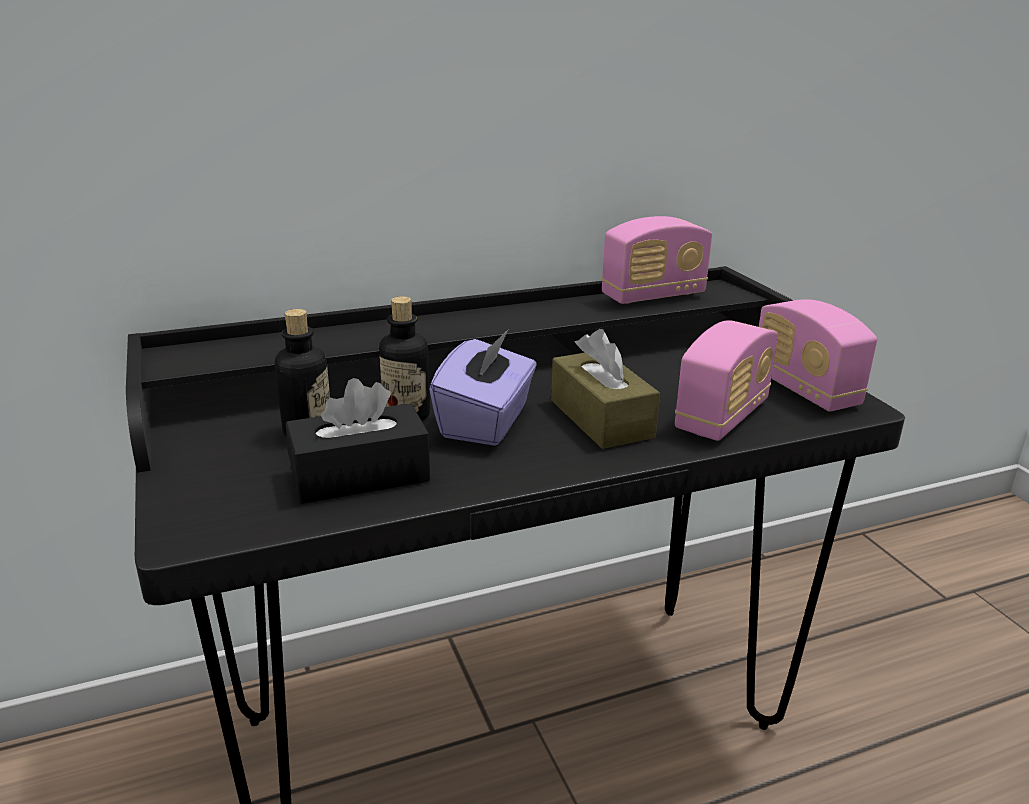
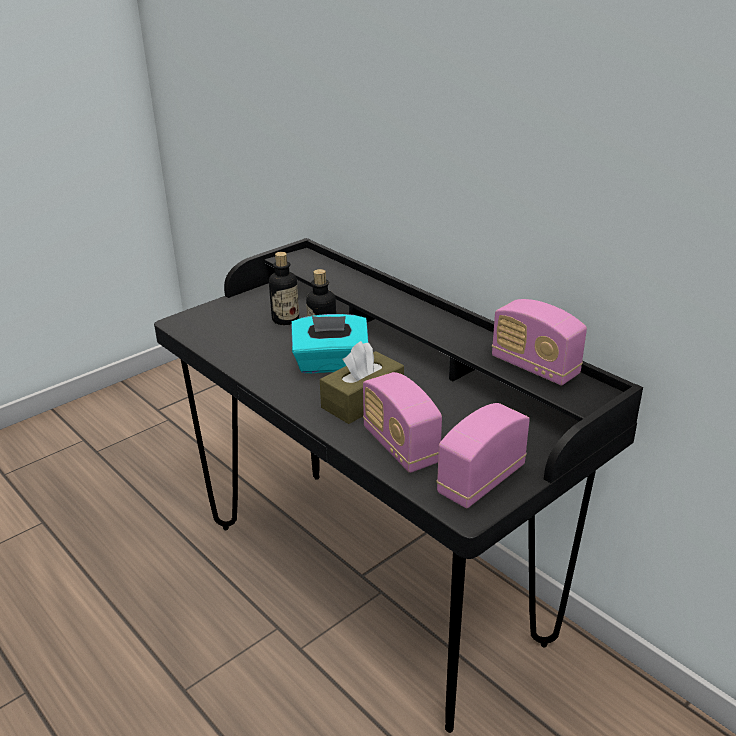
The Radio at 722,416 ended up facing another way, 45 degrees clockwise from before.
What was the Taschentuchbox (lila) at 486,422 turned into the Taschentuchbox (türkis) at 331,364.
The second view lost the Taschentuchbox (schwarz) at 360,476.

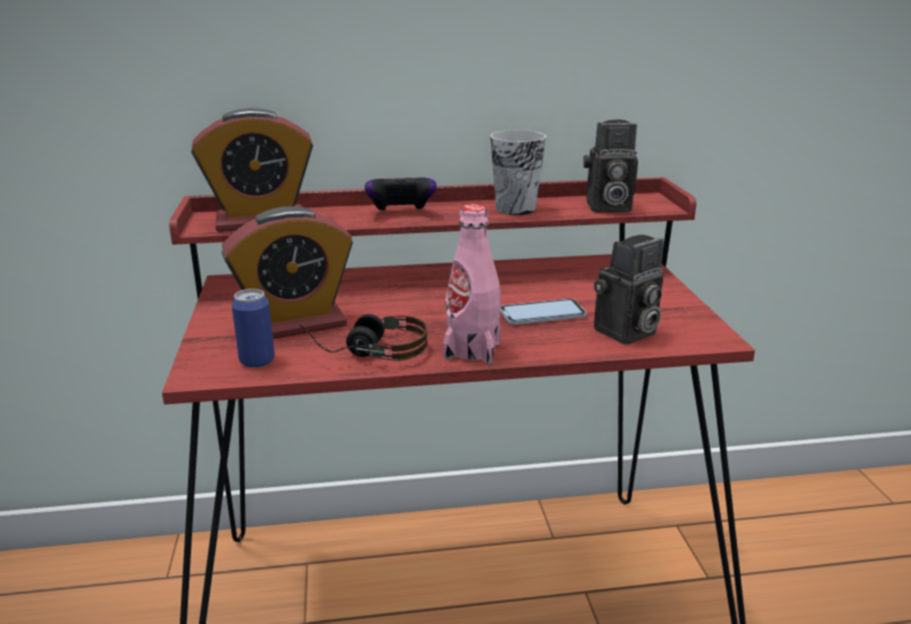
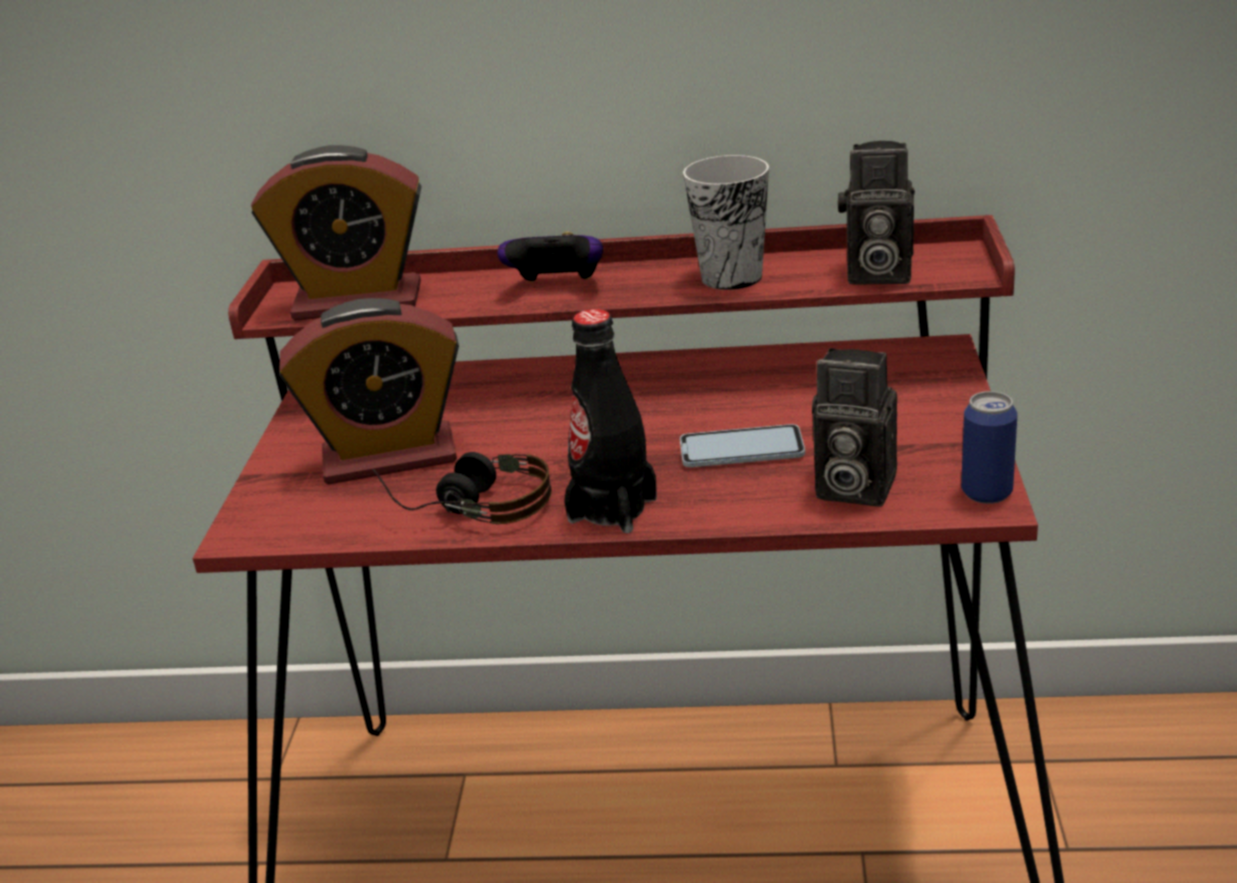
What was the Flasche (rosa) at 472,350 turned into the Flasche (schwarz) at 612,509.
The Kamera at 625,333 ended up facing another way, 45 degrees clockwise from before.
The Dose ended up elsewhere, having gone from 257,361 to 986,493.

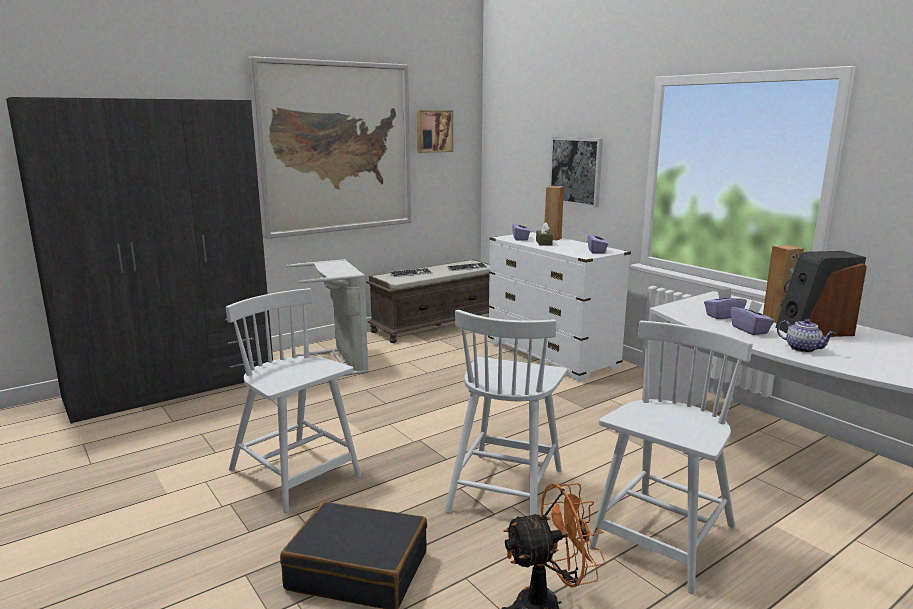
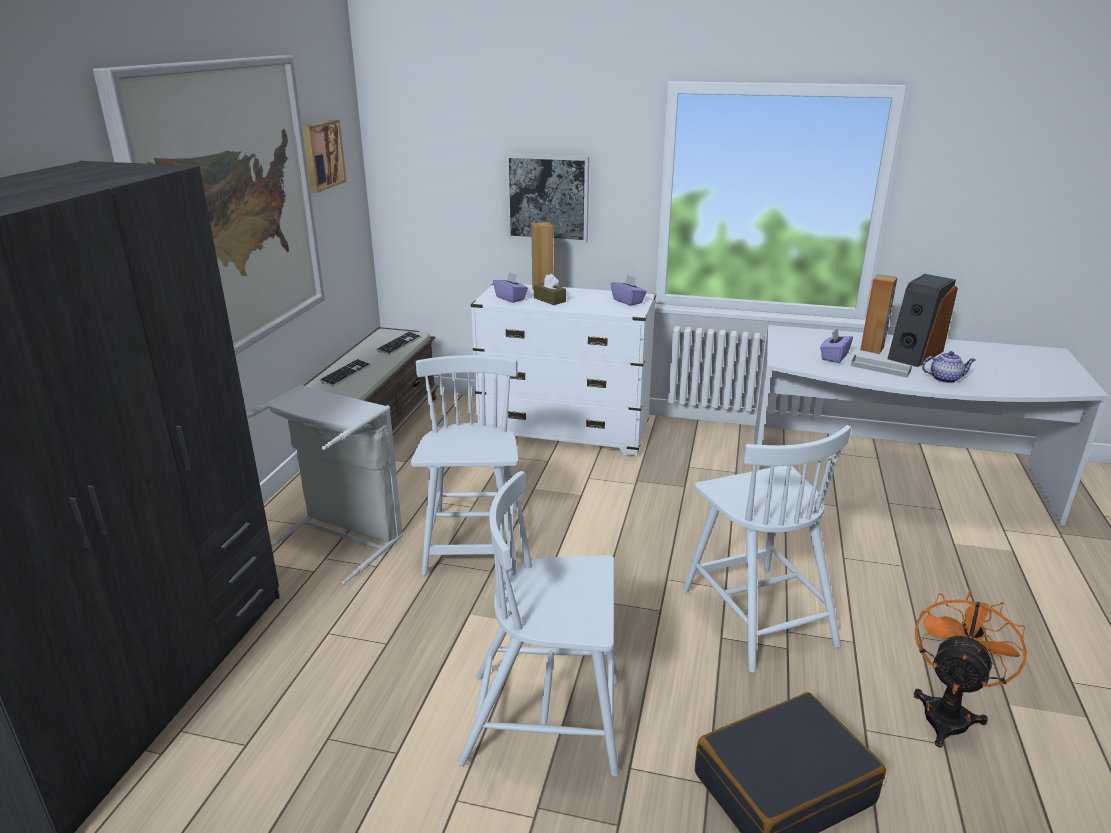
Where the Taschentuchbox (lila) stood at 750,330, the Tablett (grau) came to stand at 880,368.
The Stuhl (weiß) ended up elsewhere, having gone from 663,539 to 474,542.

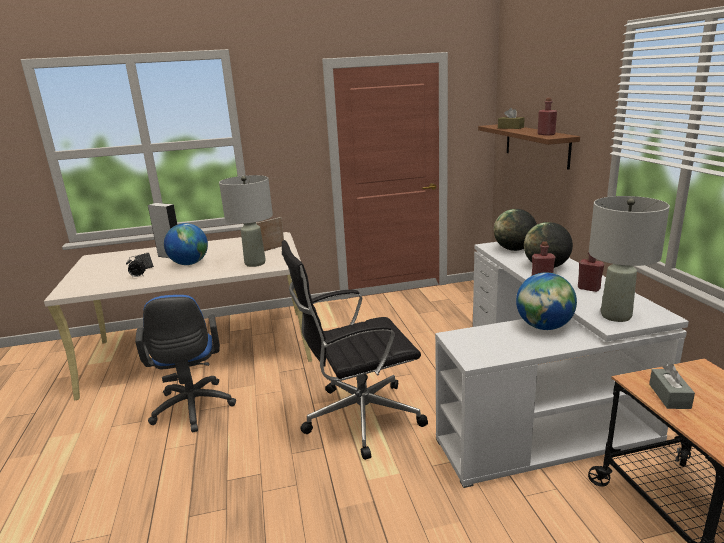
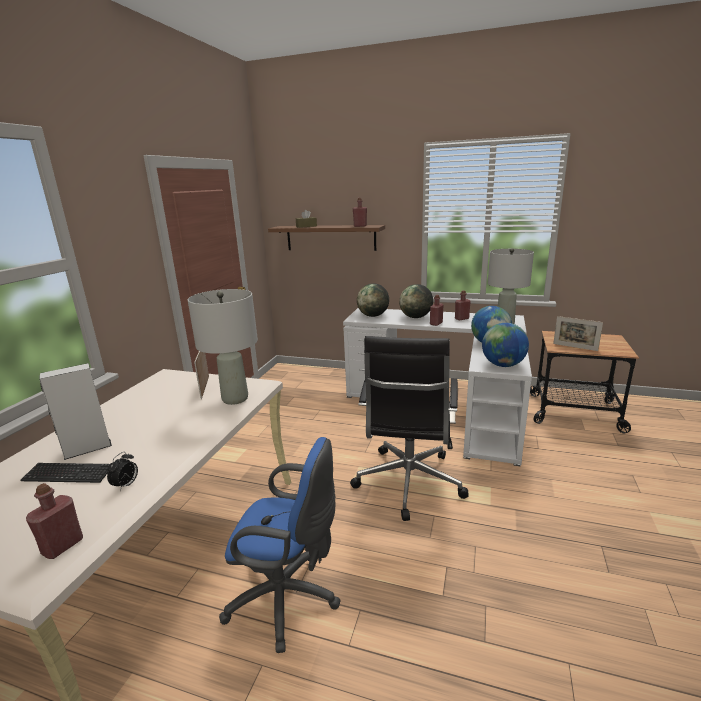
The Globus ended up elsewhere, having gone from 189,264 to 503,365.
Where the Taschentuchbox (grau) stood at 669,396, the Bilderrahmen came to stand at 575,347.
The second view gained the Flasche (rot) at 63,546.

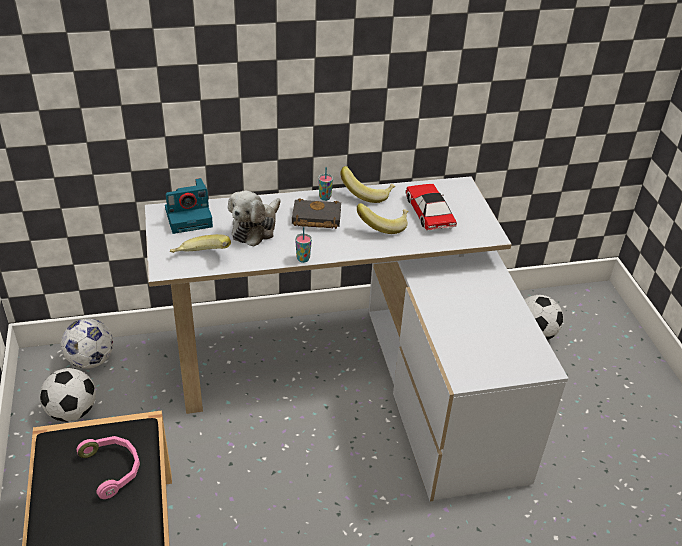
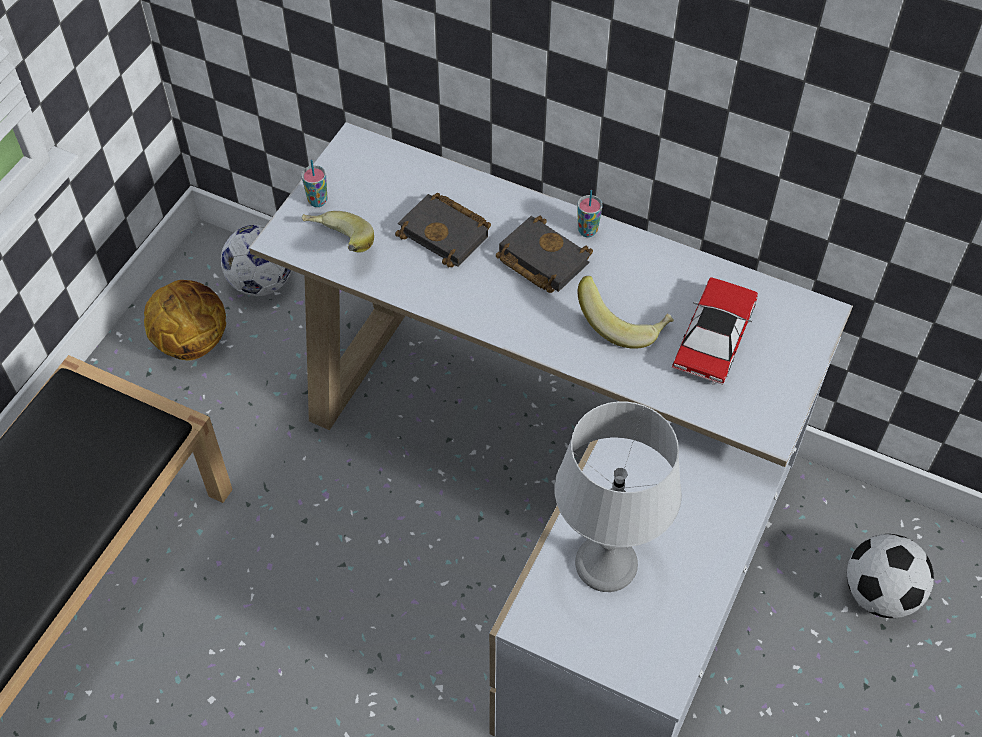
The second view lost the Banane at 367,194.
The second view lost the Kamera at 189,217.
Where the Plüschtier stood at 255,228, the Buch (schwarz) came to stand at 447,234.
The Tasse ended up elsewhere, having gone from 303,259 to 317,201.
Where the Fußball stood at 72,412, the Basketball came to stand at 192,341.
The second view lost the Kopfhörer (rosa) at 113,468.
The second view gained the Tischlampe (grau) at 605,565.

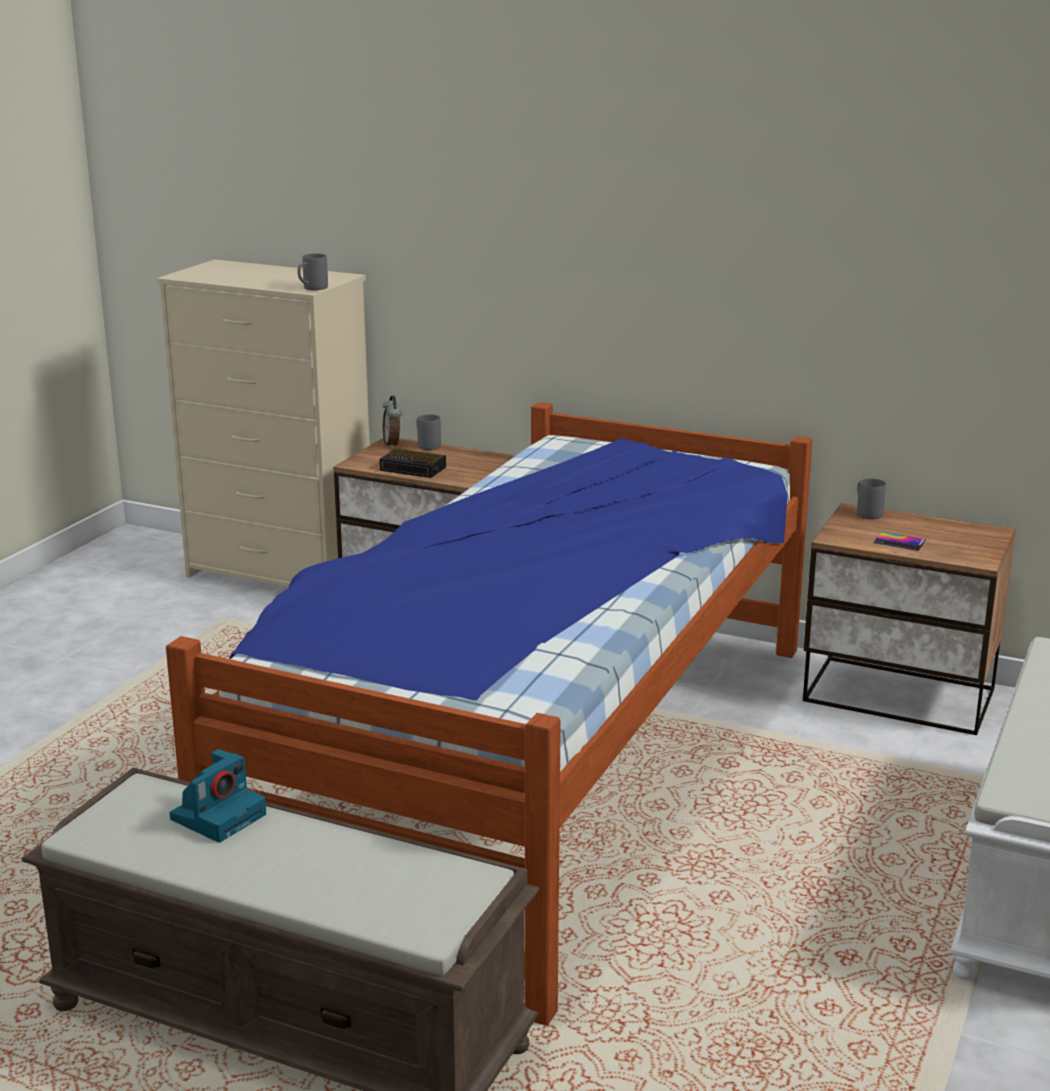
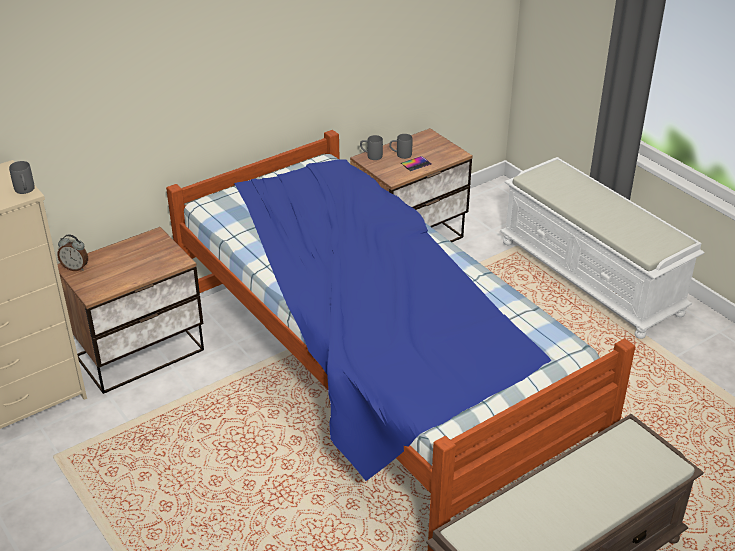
The Henkelbecher (grau) ended up elsewhere, having gone from 426,445 to 400,155.
The second view lost the Wecker at 414,469.
The second view lost the Kamera at 219,815.

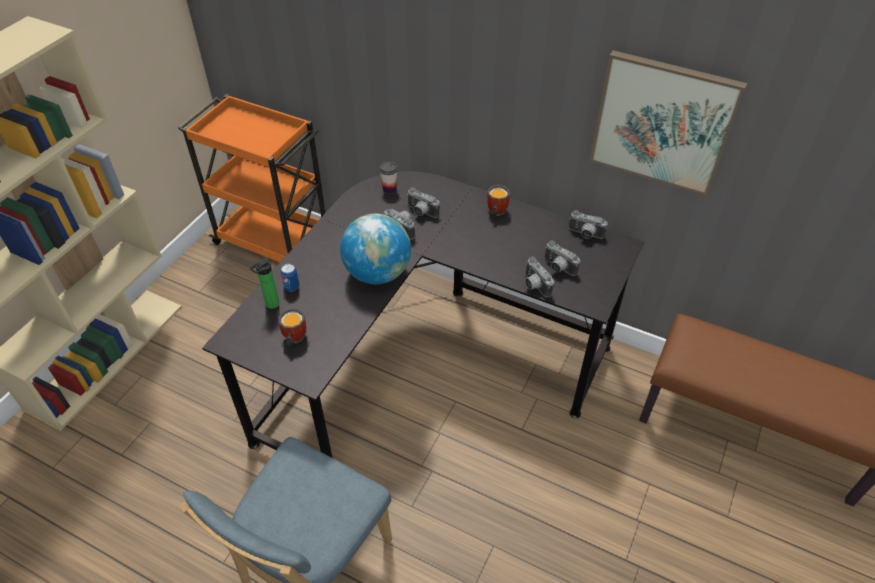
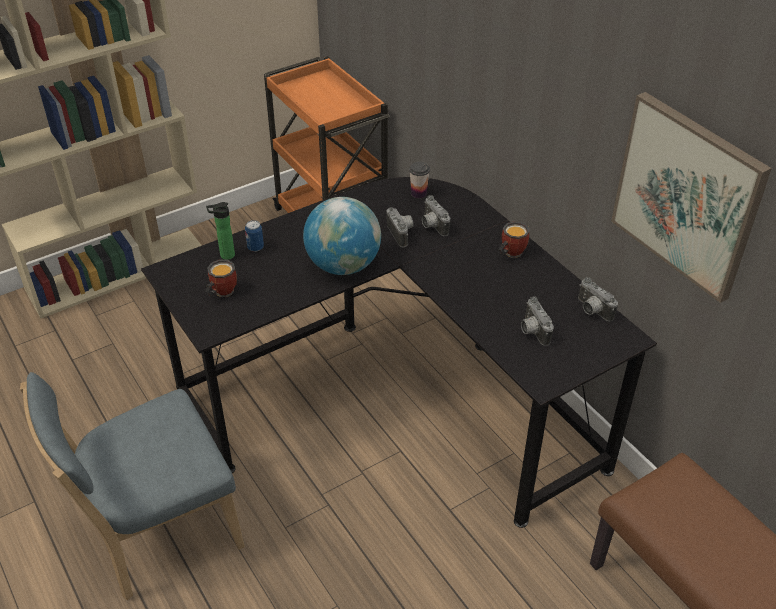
The second view lost the Kamera at 534,286.

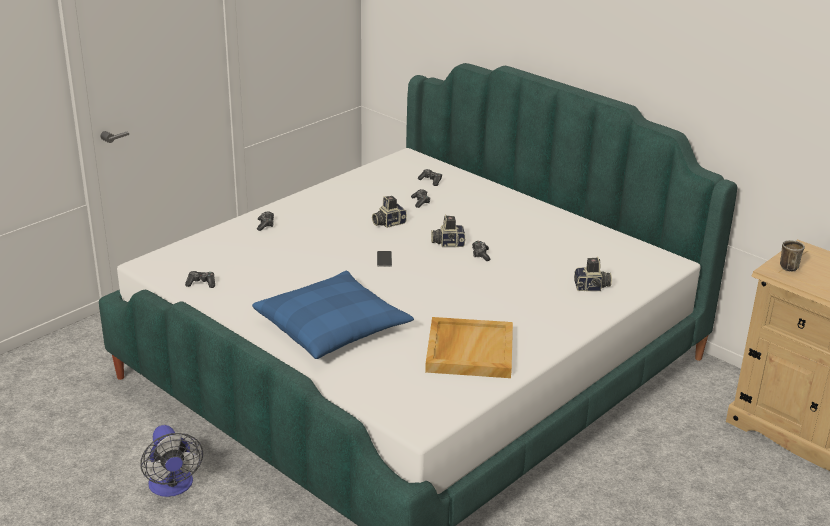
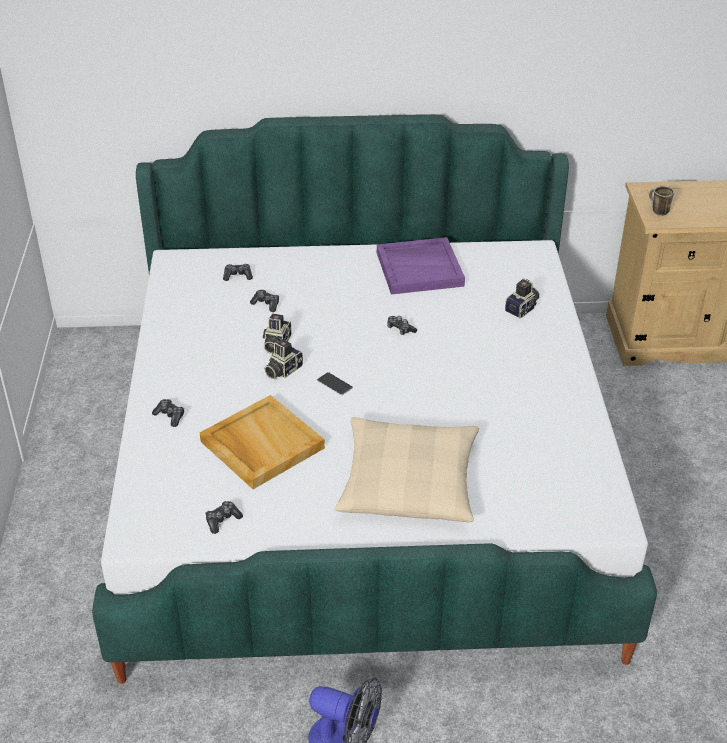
The Kamera ended up elsewhere, having gone from 447,243 to 282,370.
What was the Kissen (blau) at 332,327 turned into the Kissen (beige) at 408,482.
The Tablett (beige) ended up elsewhere, having gone from 469,351 to 261,444.
The second view gained the Tablett (lila) at 420,268.

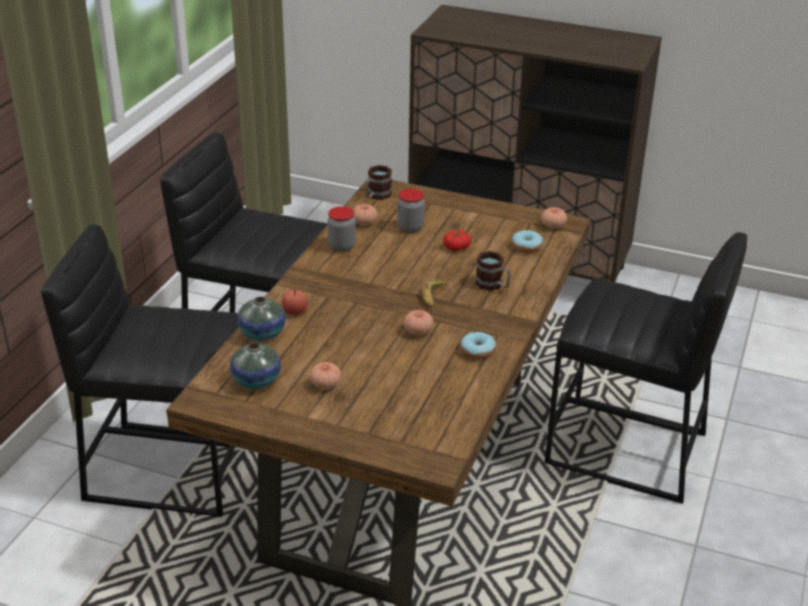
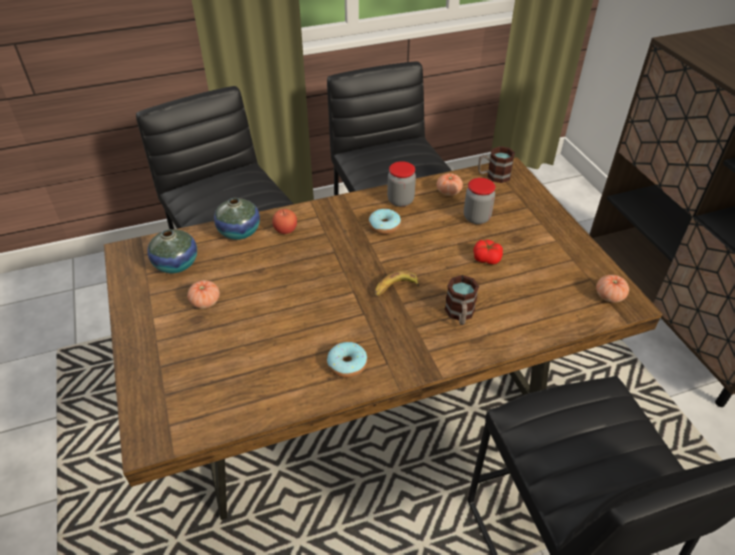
The Donut ended up elsewhere, having gone from 526,246 to 384,226.
The second view lost the Tomate at 418,331.

